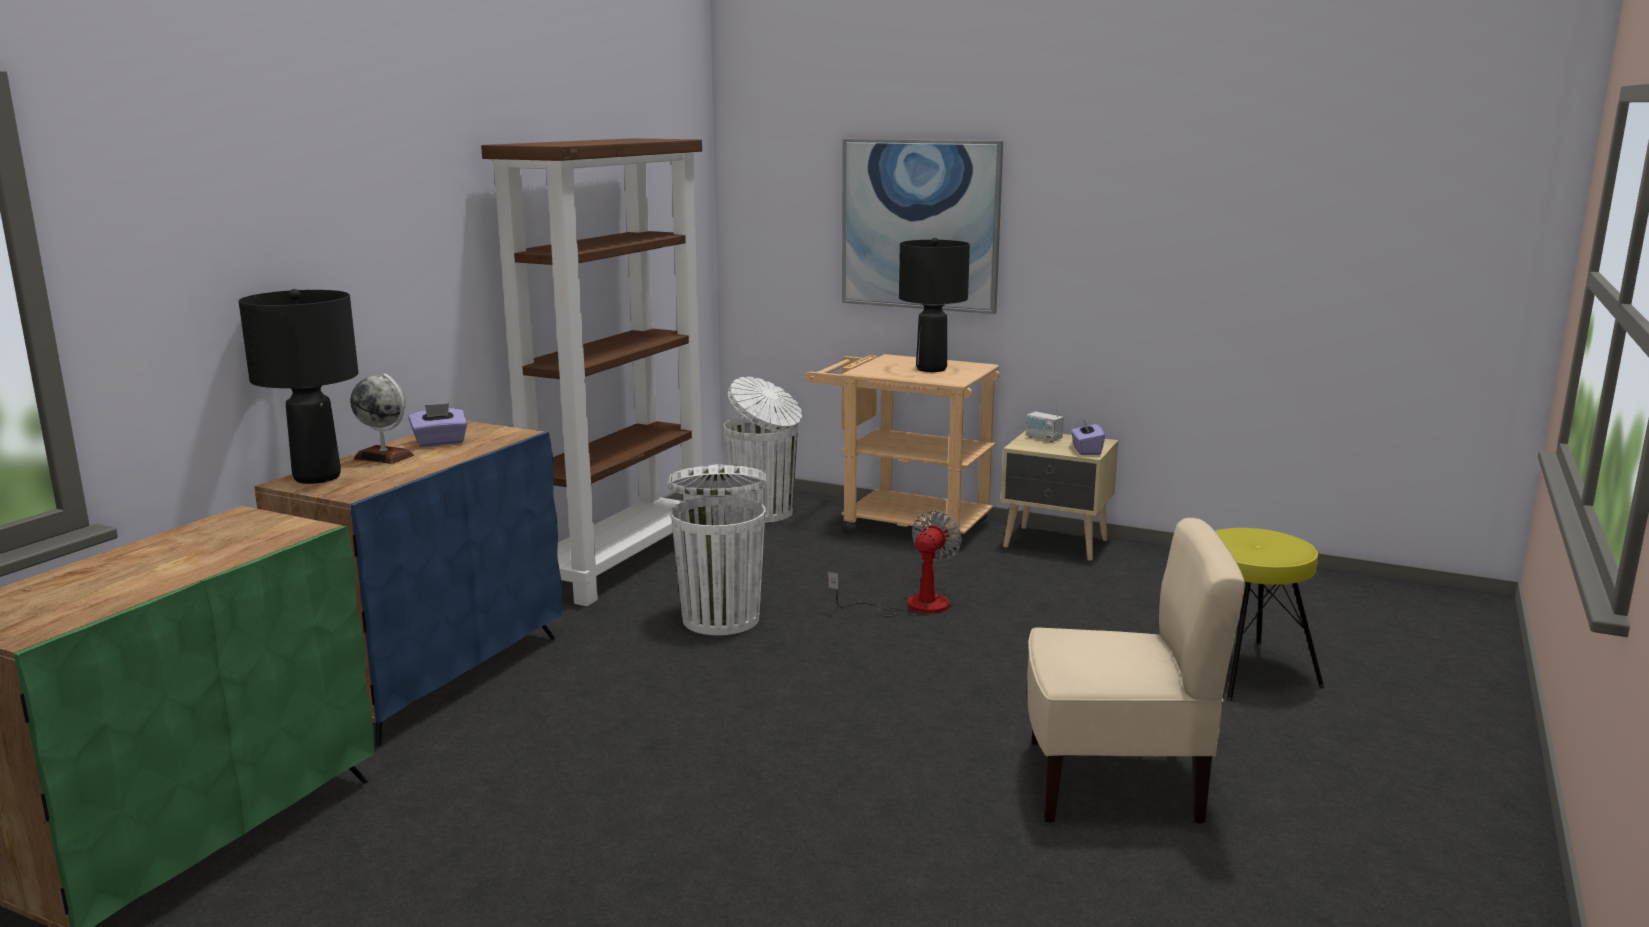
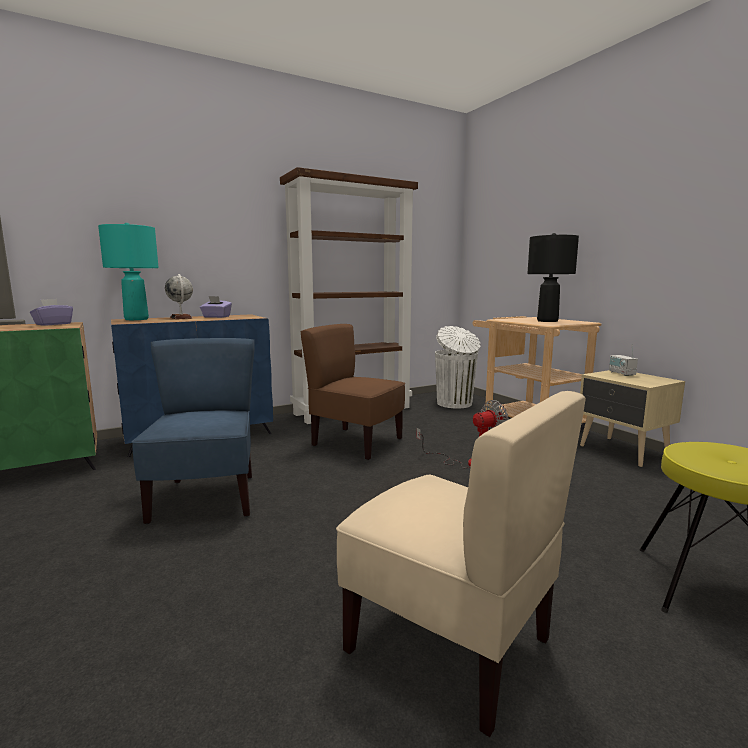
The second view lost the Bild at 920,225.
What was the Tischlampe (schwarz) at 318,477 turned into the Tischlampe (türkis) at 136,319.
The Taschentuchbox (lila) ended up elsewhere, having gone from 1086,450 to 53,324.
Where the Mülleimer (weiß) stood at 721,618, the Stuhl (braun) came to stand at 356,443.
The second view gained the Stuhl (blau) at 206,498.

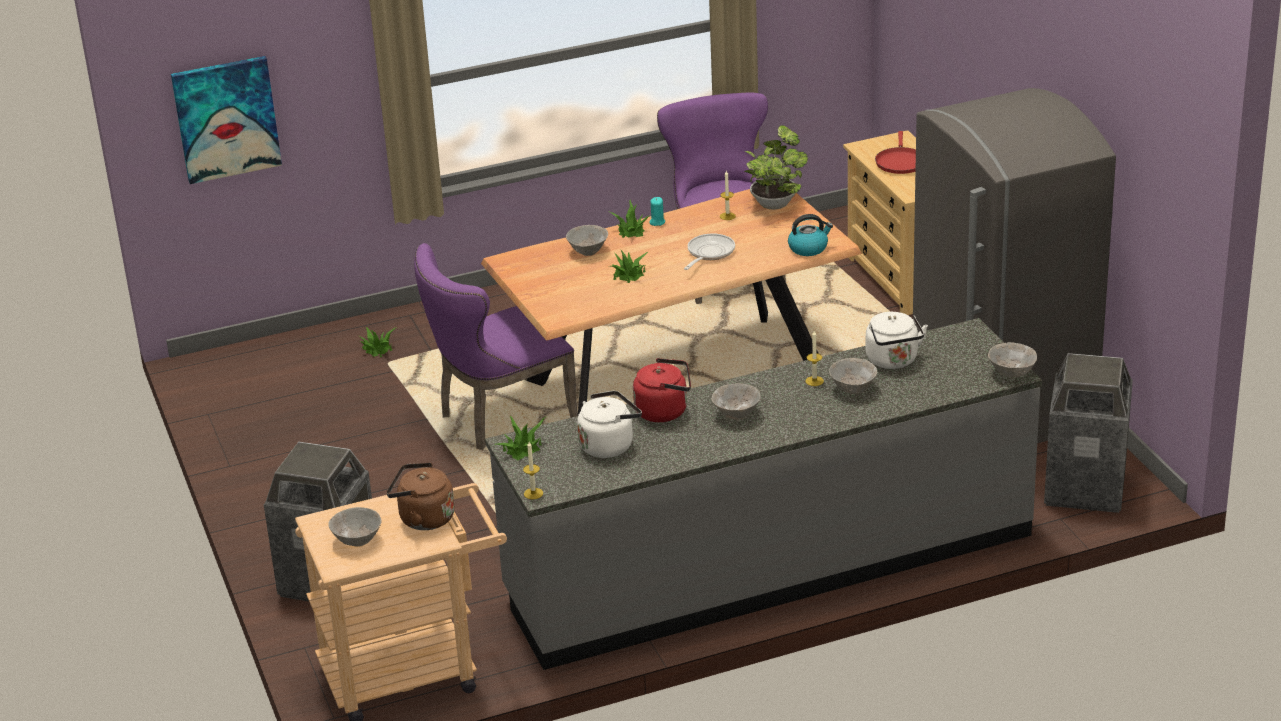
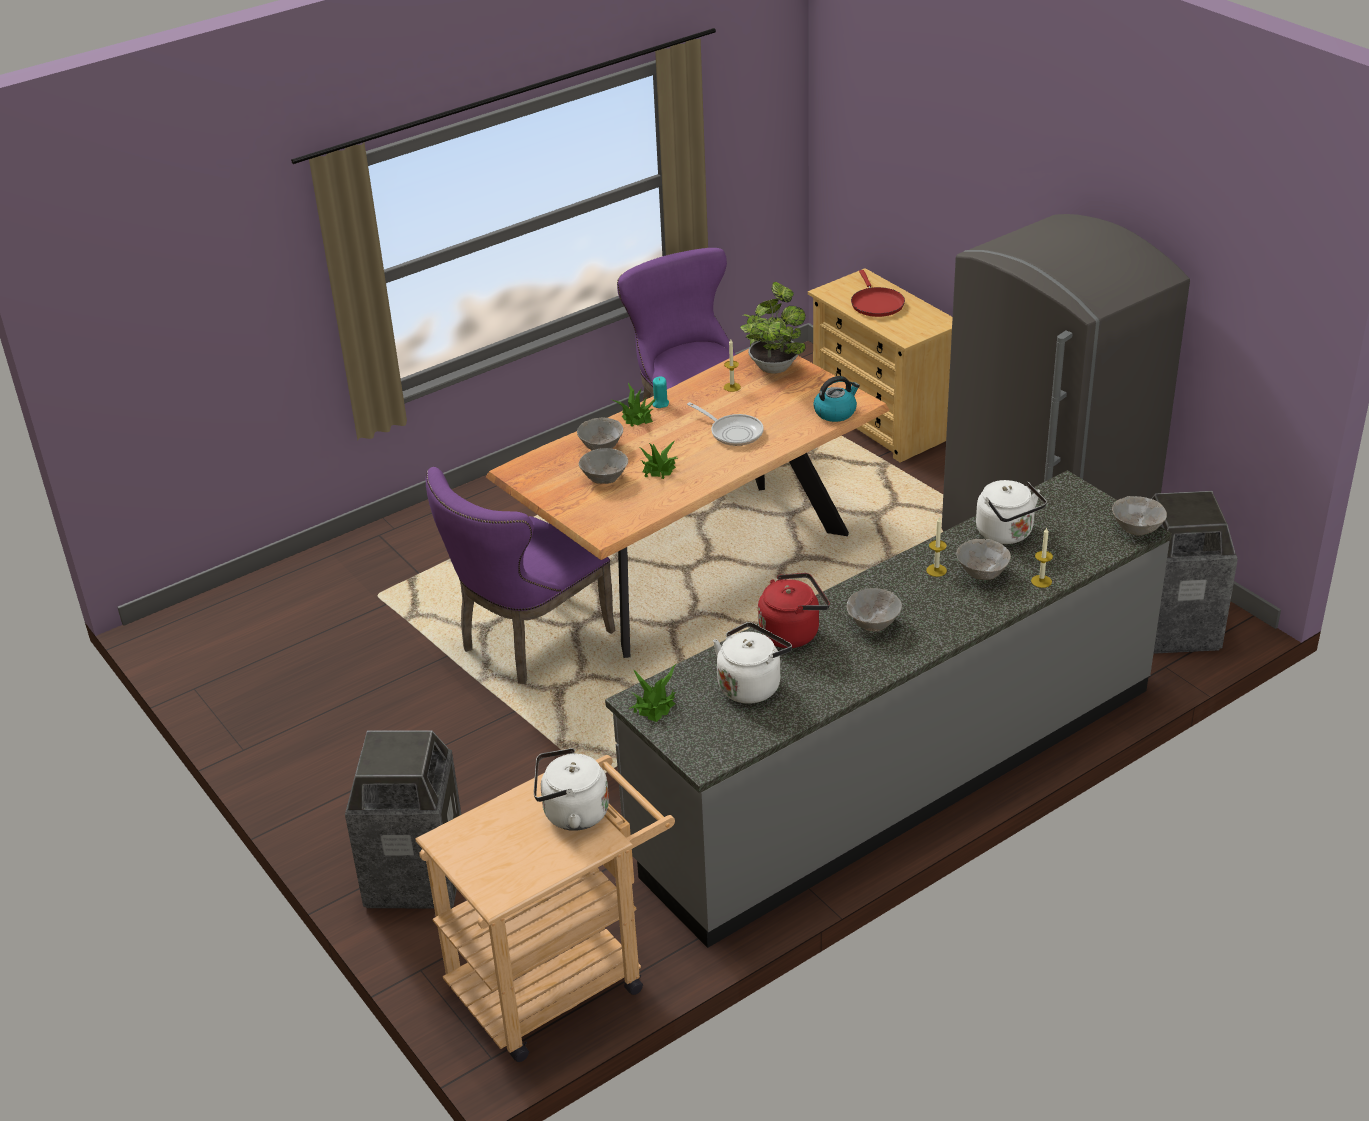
The second view lost the Bild at 226,119.
The Pfanne at 709,253 ended up facing another way, 120 degrees clockwise from before.
The second view lost the Topfpflanze at 377,349.
The Kerze ended up elsewhere, having gone from 533,493 to 1041,581.
What was the Wasserkessel (braun) at 423,518 turned into the Wasserkessel (weiß) at 571,814.
The Schüssel (grau) ended up elsewhere, having gone from 357,541 to 605,479.

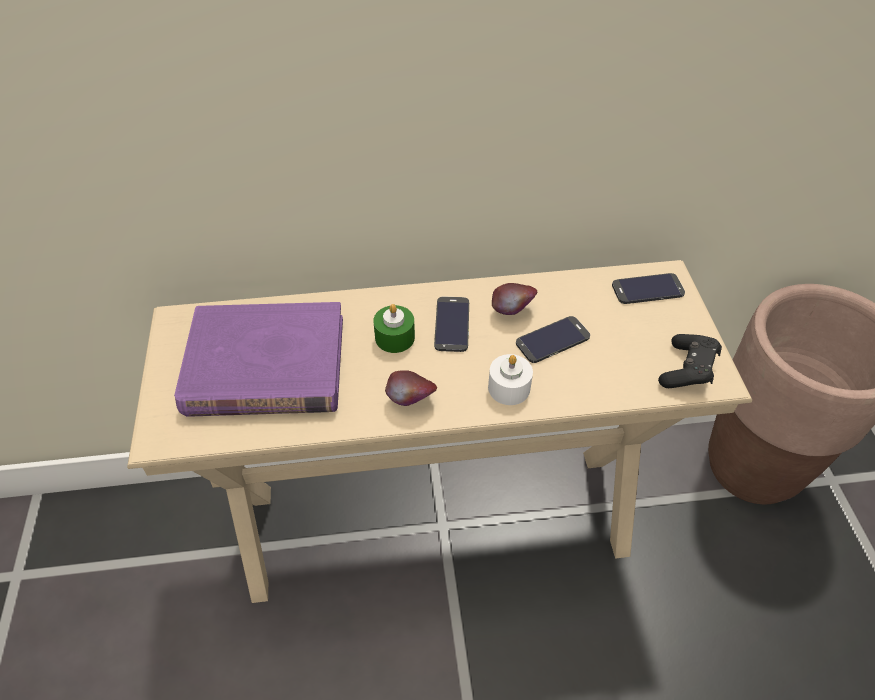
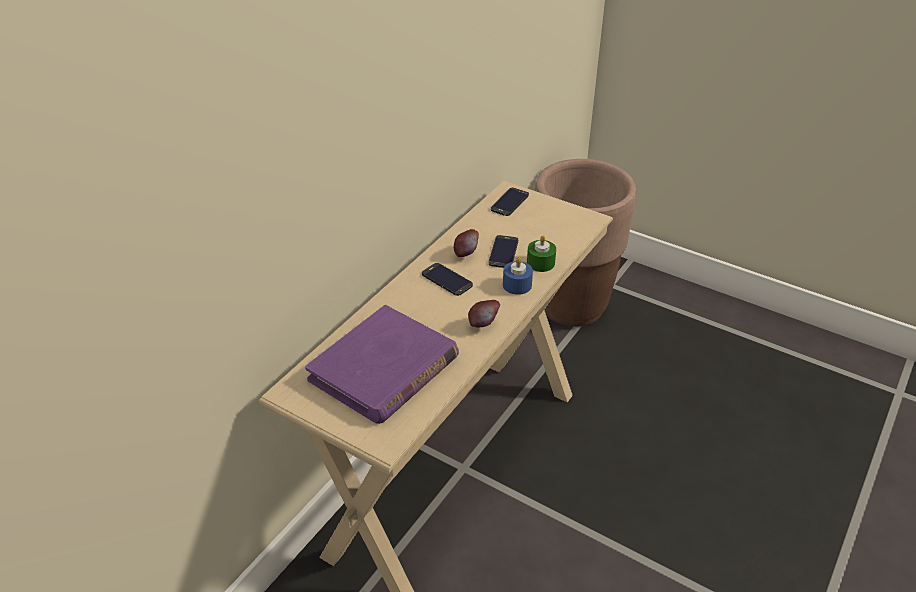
The Kerze (grün) ended up elsewhere, having gone from 395,337 to 540,263.
The second view lost the Gamepad (schwarz) at 687,370.
What was the Kerze (weiß) at 509,388 turned into the Kerze (blau) at 517,285.

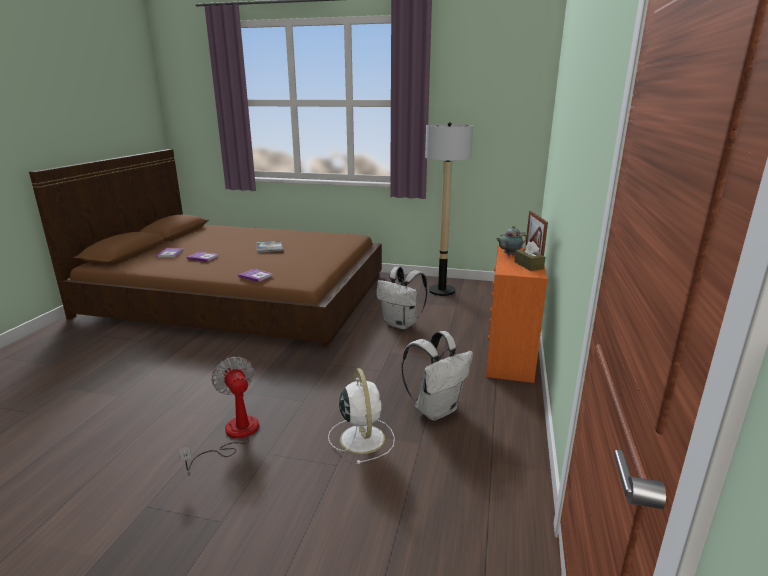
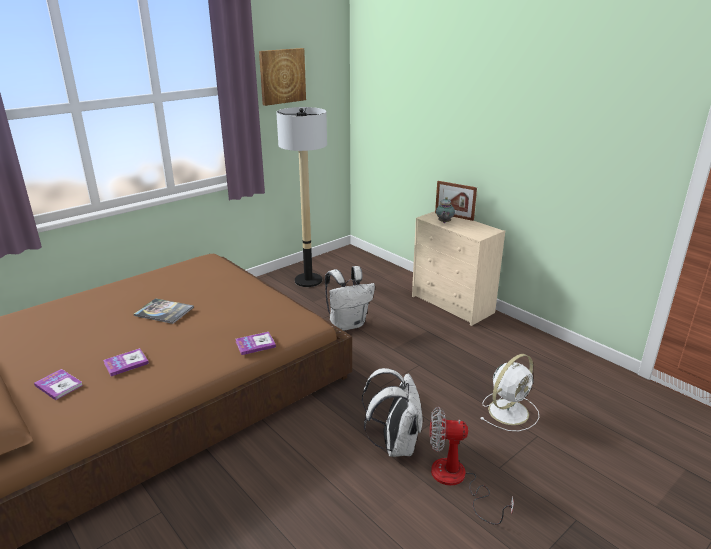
The second view lost the Taschentuchbox (braun) at 528,265.
What was the Kommode (orange) at 510,357 turned into the Kommode (beige) at 453,305.
The Rucksack (weiß) ended up elsewhere, having gone from 436,409 to 395,444.
The Ventilator (weiß) at 362,437 ended up facing another way, 120 degrees clockwise from before.
The second view gained the Bild at 282,76.

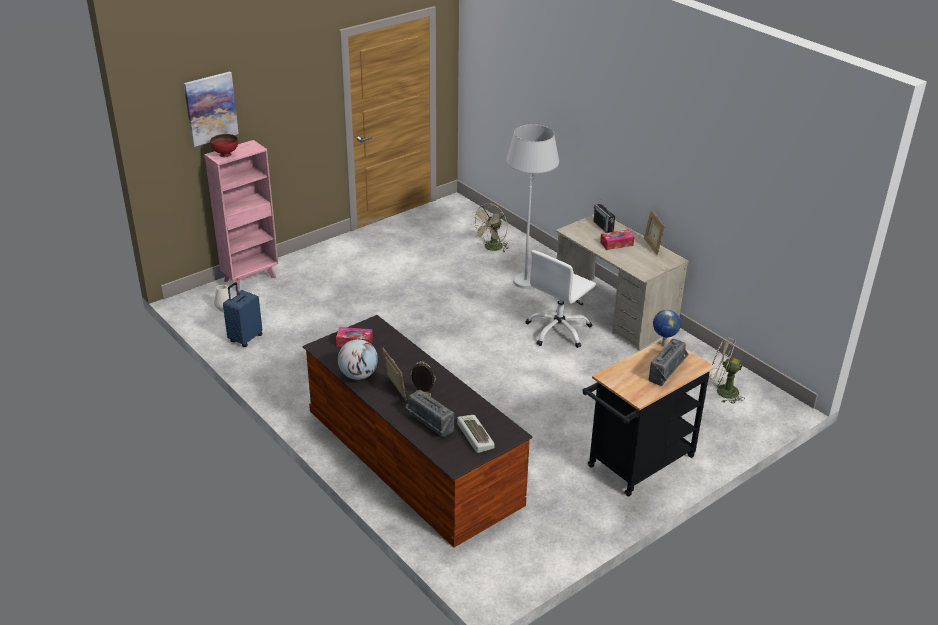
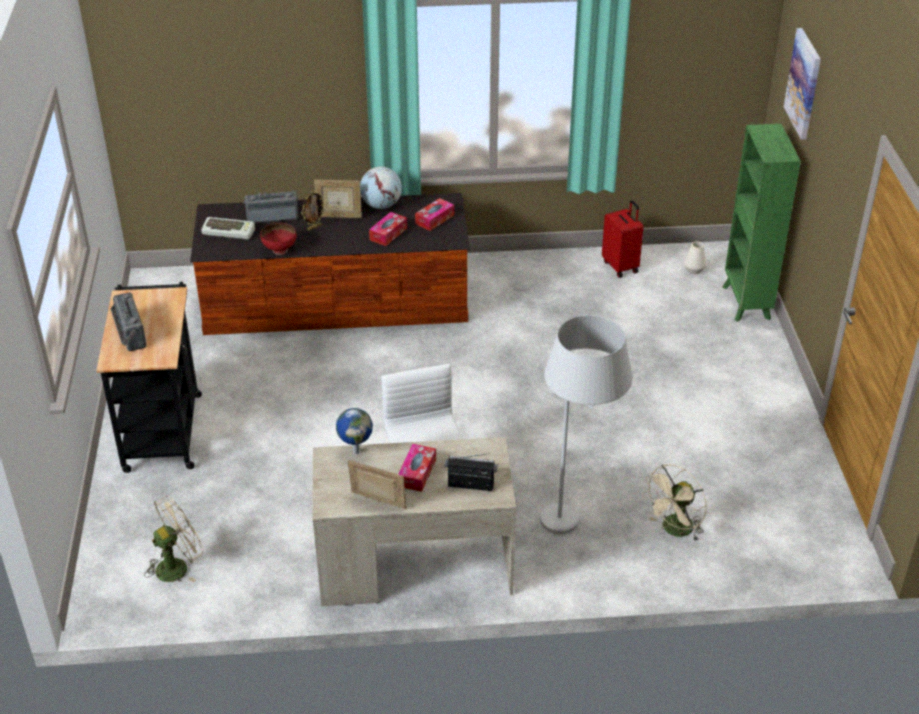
The Schüssel (rot) ended up elsewhere, having gone from 225,155 to 279,250.
What was the Bücherregal (rosa) at 251,278 turned into the Bücherregal (grün) at 746,303.
The Ventilator (beige) at 491,248 ended up facing another way, 120 degrees counterclockwise from before.
What was the Koffer (blau) at 245,338 turned into the Koffer (rot) at 621,266.
The Globus ended up elsewhere, having gone from 663,345 to 356,451.
The second view gained the Taschentuchbox at 388,234.

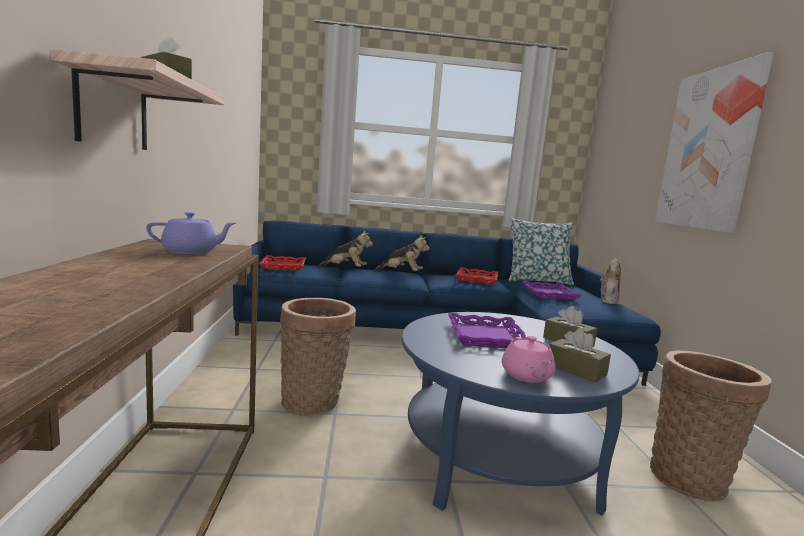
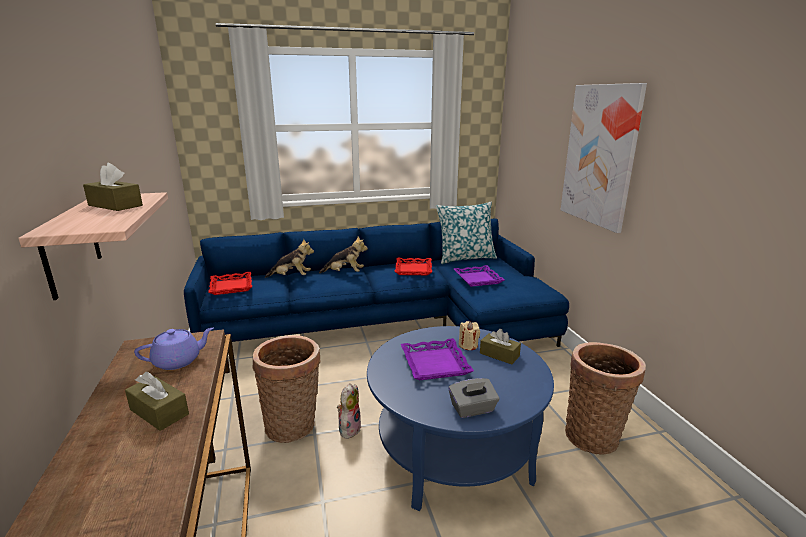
The Plüschtier ended up elsewhere, having gone from 607,301 to 349,428.
The Taschentuchbox (braun) ended up elsewhere, having gone from 576,370 to 159,412.
Where the Teekanne (rosa) stood at 527,376, the Taschentuchbox (grau) came to stand at 473,409.
The second view gained the Kerze (beige) at 468,345.

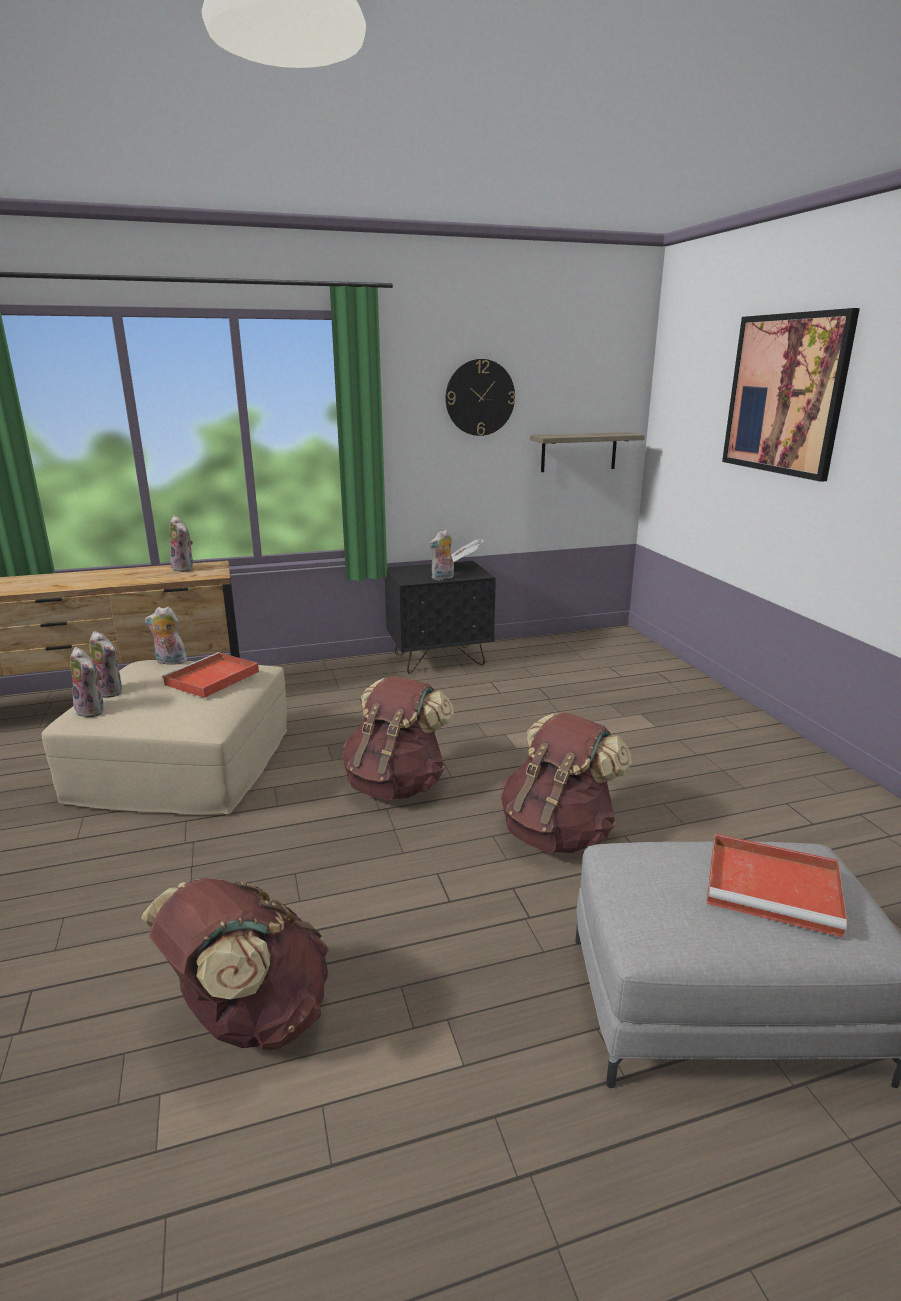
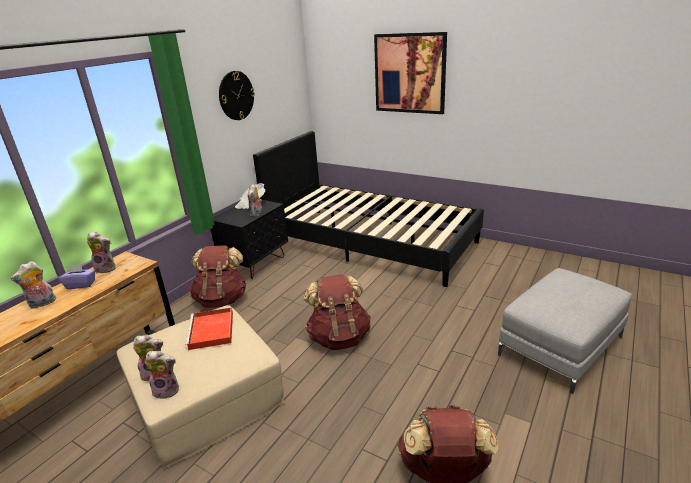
The second view lost the Wandregal at 579,452.
The Plüschtier ended up elsewhere, having gone from 170,662 to 42,304.
The Rucksack (braun) ended up elsewhere, having gone from 558,833 to 222,299.
The second view lost the Tablett (rot) at 775,888.
The second view gained the Bett (schwarz) at 370,242.
The second view gained the Taschentuchbox (lila) at 81,284.

